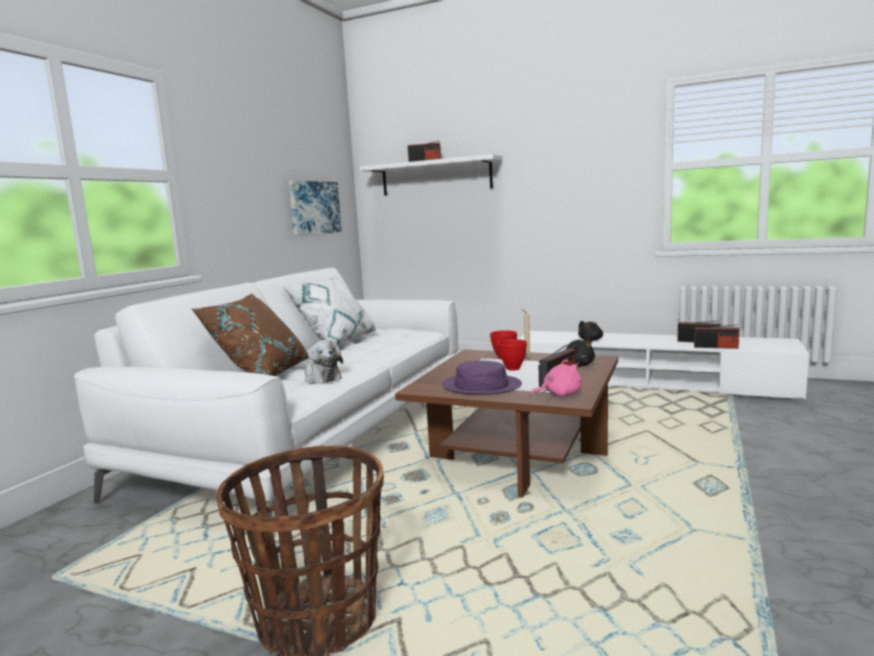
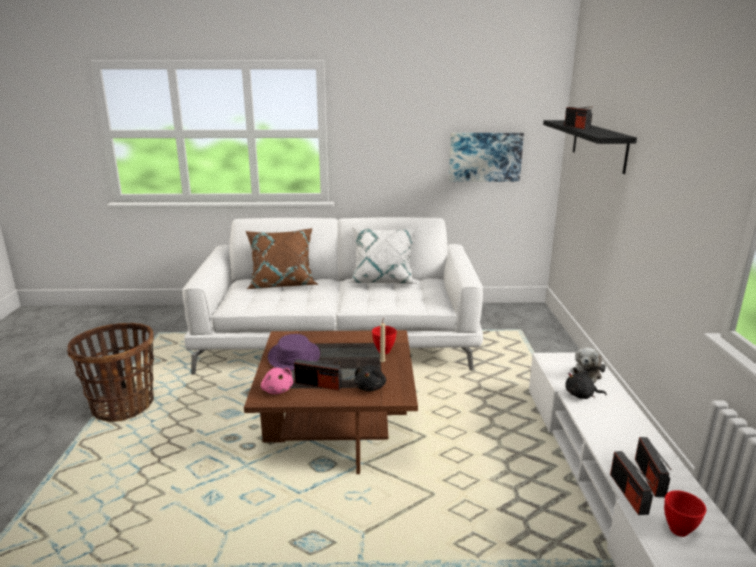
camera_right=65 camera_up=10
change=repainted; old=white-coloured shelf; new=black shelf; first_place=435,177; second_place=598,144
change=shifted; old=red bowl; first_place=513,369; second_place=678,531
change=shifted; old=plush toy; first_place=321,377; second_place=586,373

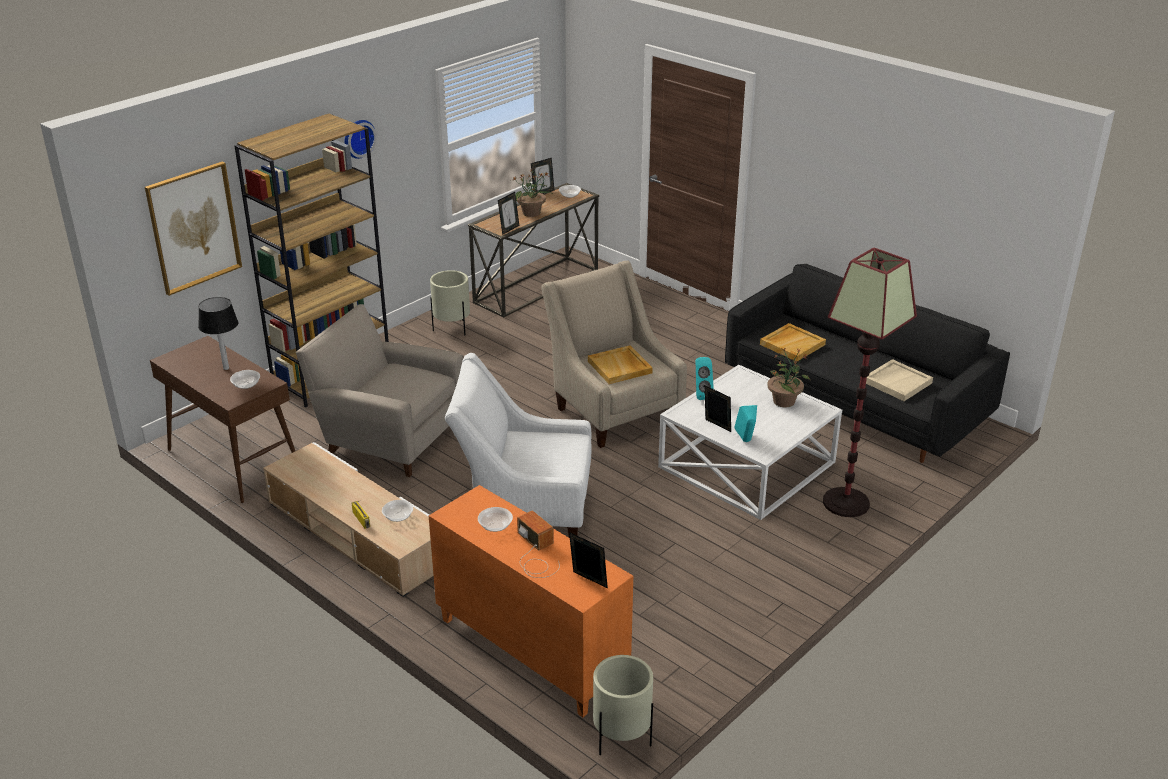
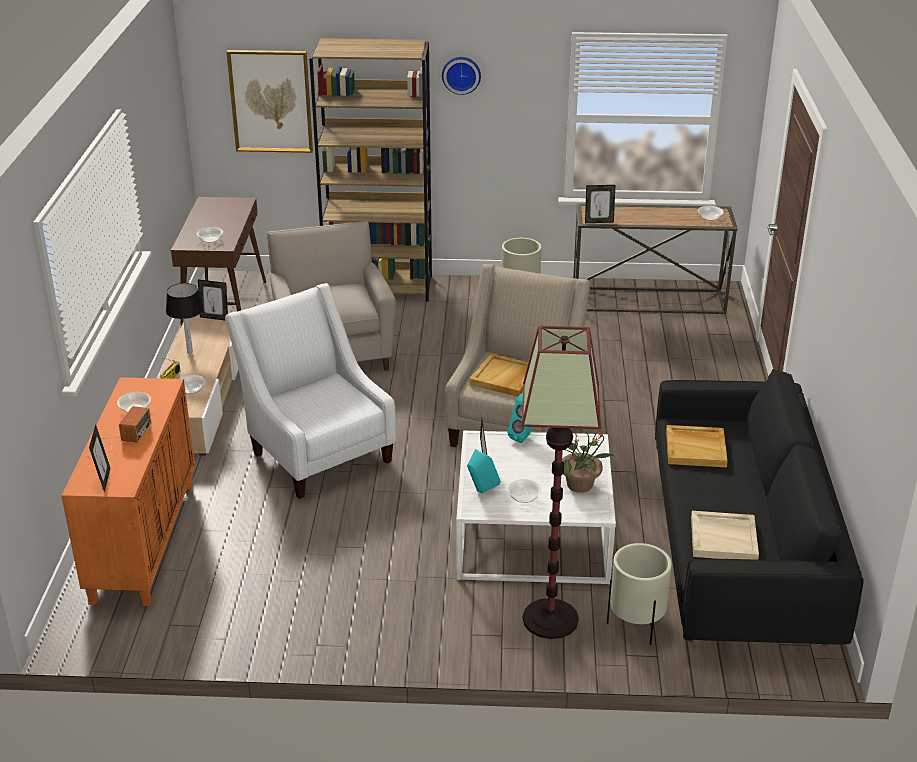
camera_right=50 camera_up=0
change=shifted; old=photo frame; first_place=543,192; second_place=215,317
change=gone; old=potted plant; first_place=532,213
change=shifted; old=tabletop lamp; first_place=225,368; second_place=189,352
change=shifted; old=sand-coloured planter; first_place=621,739; second_place=635,626
change=new; new=bowl; second_place=523,497

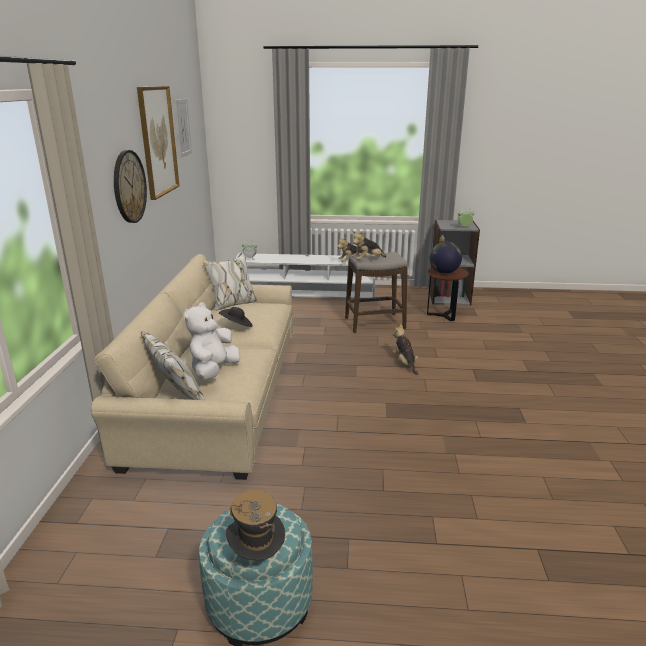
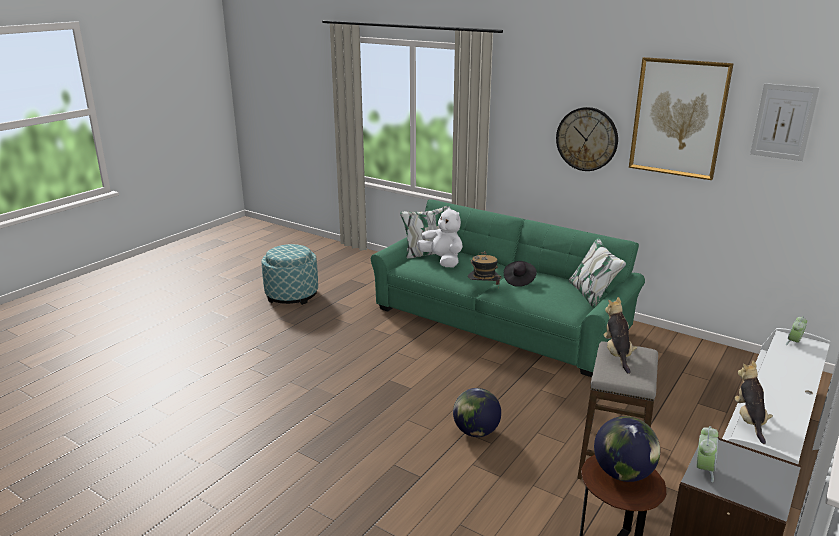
camera_right=120 camera_up=0
change=repainted; old=sand-coloured sofa; new=greenish sofa; first_place=219,393; second_place=500,320
change=swapped; old=plush toy; new=world globe; first_place=405,363; second_place=475,432
change=shifted; old=wearable hat; first_place=257,559; second_place=483,291

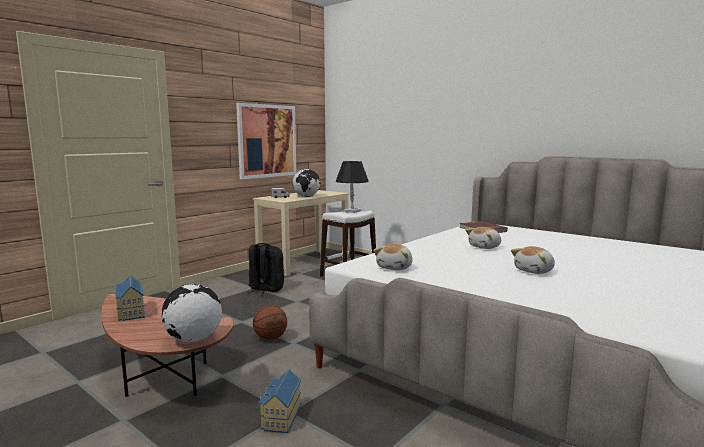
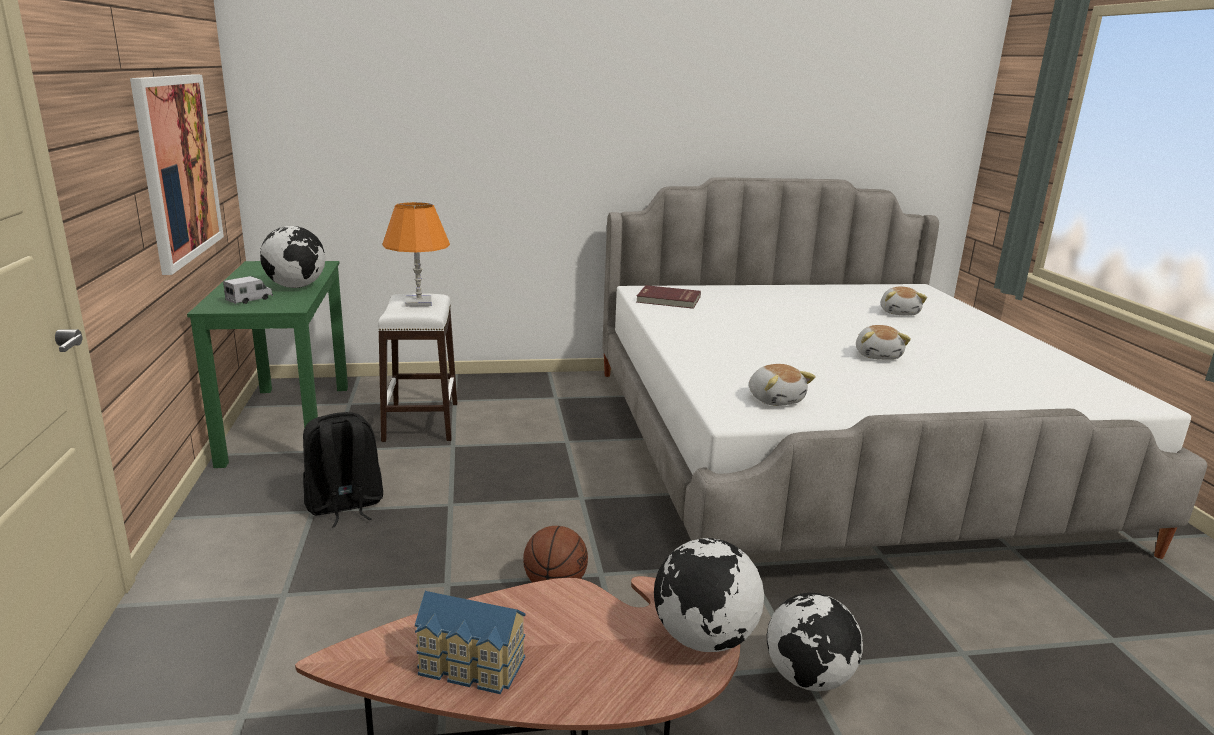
camera_right=-50 camera_up=10
change=repainted; old=black tabletop lamp; new=orangey tabletop lamp; first_place=352,211; second_place=419,302
change=repainted; old=sand-coloured desk; new=greenish desk; first_place=304,262; second_place=288,422
change=shifted; old=plush toy; first_place=485,247; second_place=899,313
change=swapped; old=toy house; new=world globe; first_place=280,417; second_place=808,679

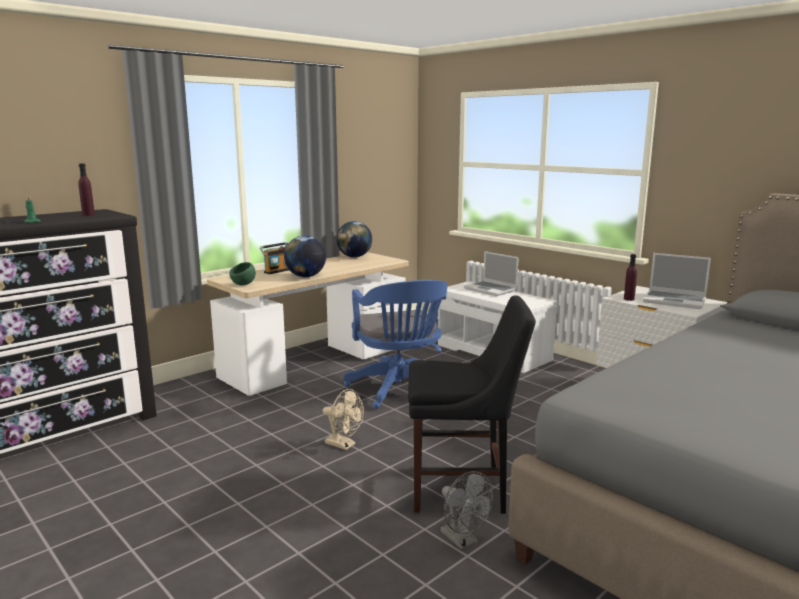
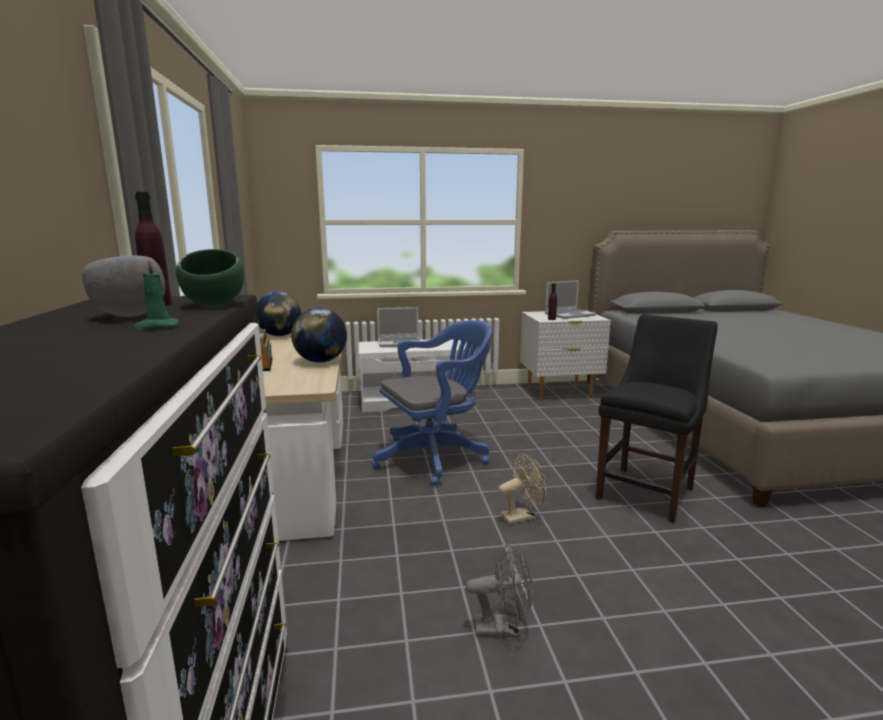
camera_right=-55 camera_up=0
change=shifted; old=greenish bowl; first_place=243,285; second_place=215,305
change=rotated; old=blue-coloured desk chair; first_place=399,390; second_place=435,456; degrees=-45
change=shifted; old=grey electric fan; first_place=463,541; second_place=503,628
change=new; new=grey bowl; second_place=130,316

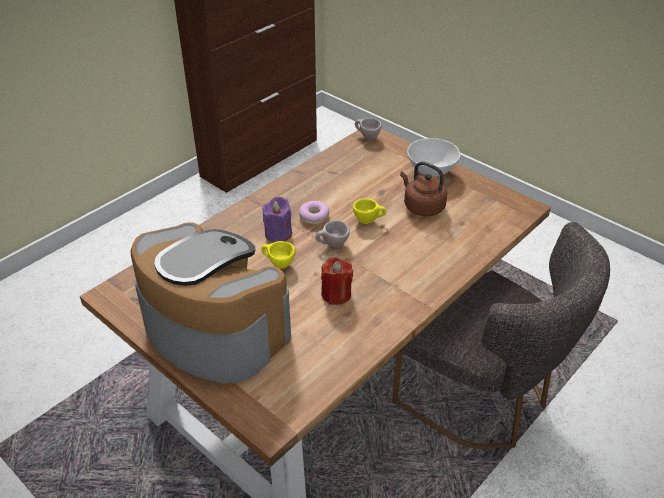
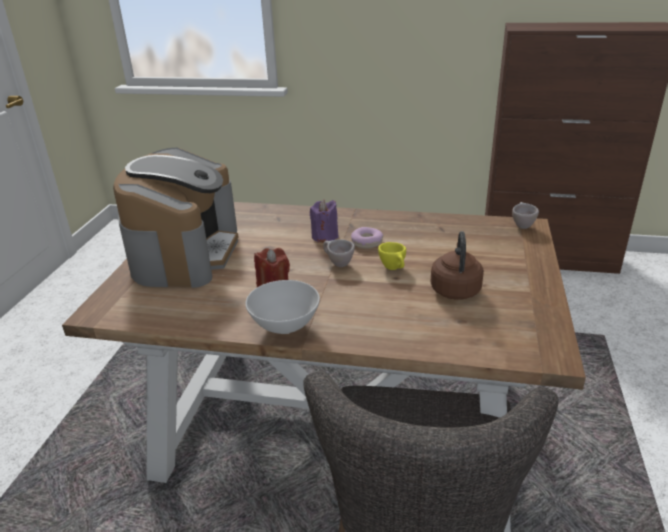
camera_right=60 camera_up=-10
change=shifted; old=white-coloured bowl; first_place=431,172; second_place=285,327
change=gone; old=yellowish small cup; first_place=278,264

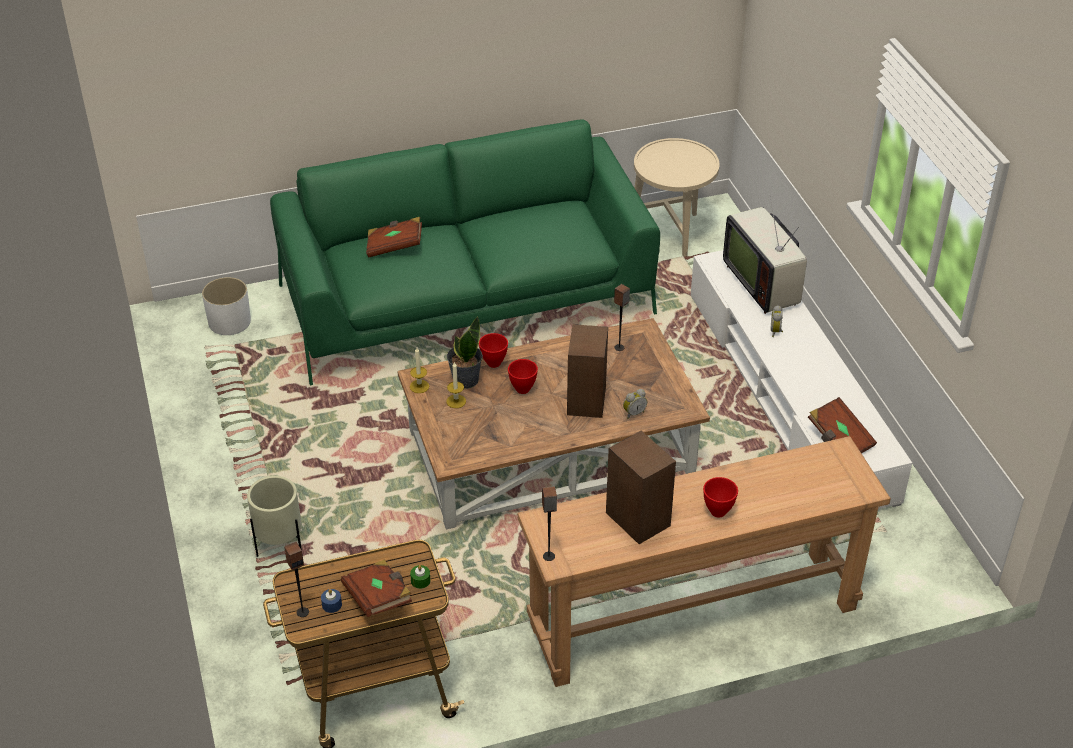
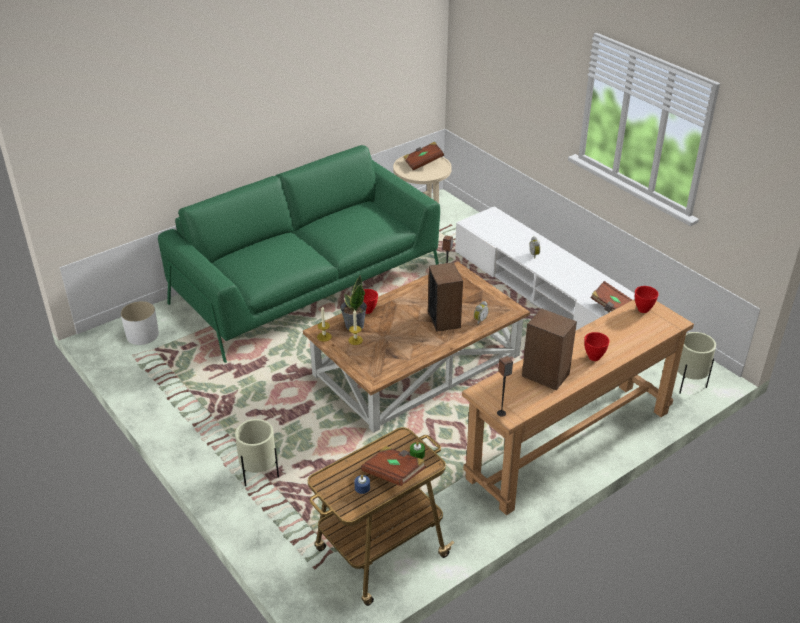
camera_right=-20 camera_up=-5
change=gone; old=TV; first_place=764,283
change=shifted; old=brown book; first_place=394,246; second_place=423,163
change=shifted; old=red bowl; first_place=523,389; second_place=643,309
change=gone; old=loudspeaker; first_place=302,612
change=new; new=sand-coloured planter; second_place=688,385

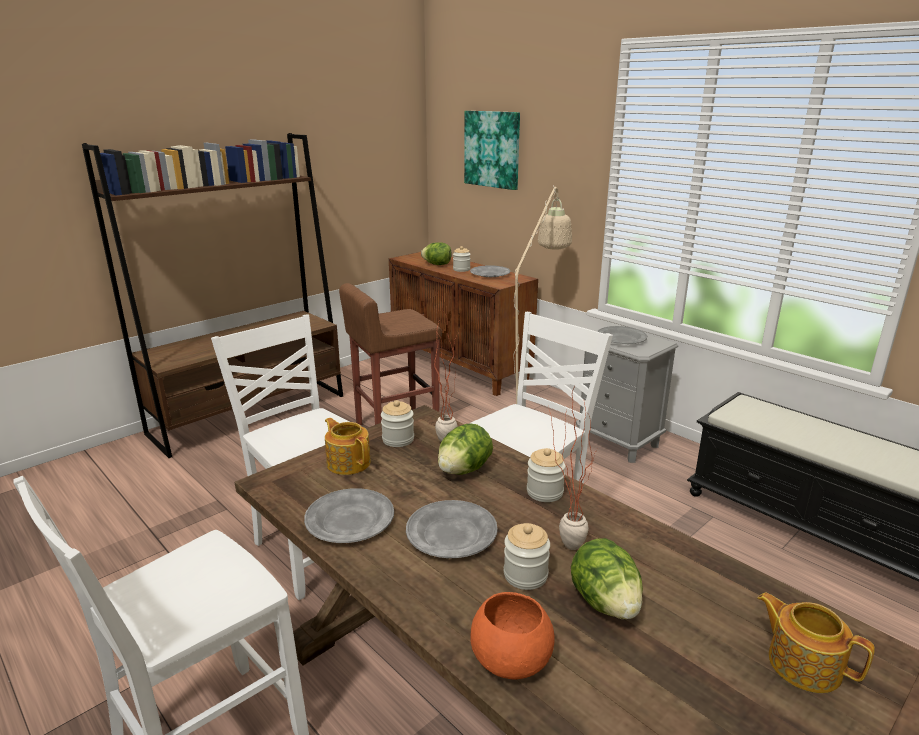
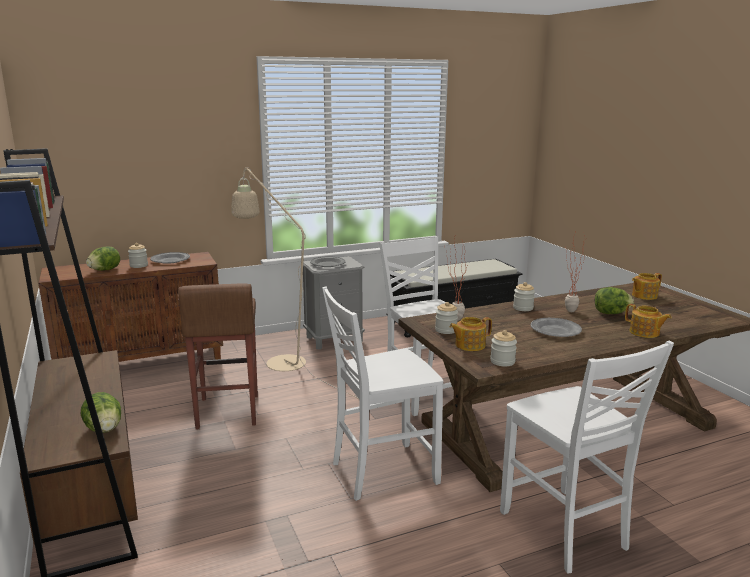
camera_right=-70 camera_up=-5
change=gone; old=picture; first_place=492,149
change=shifted; old=lettuce; first_place=464,470; second_place=104,429
change=gone; old=grey dinner plate; first_place=349,520
change=shifted; old=storage jar; first_place=525,575; second_place=502,361
change=swapped; old=orangey bowl; new=teapot; first_place=509,658; second_place=644,333

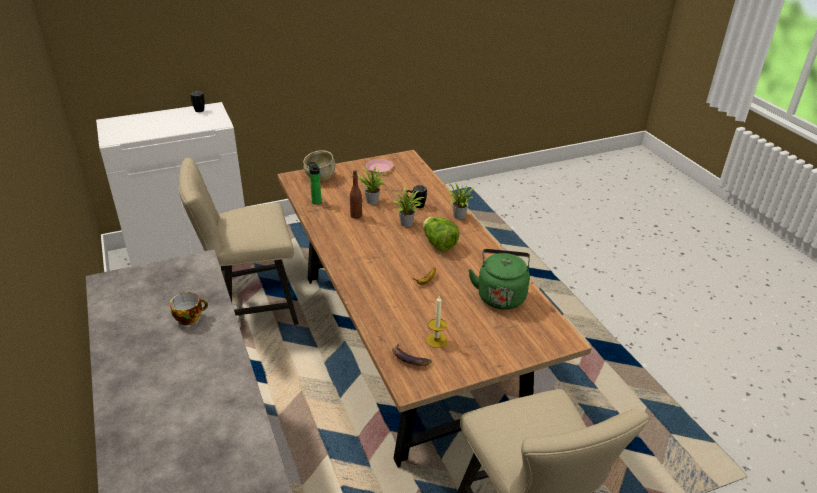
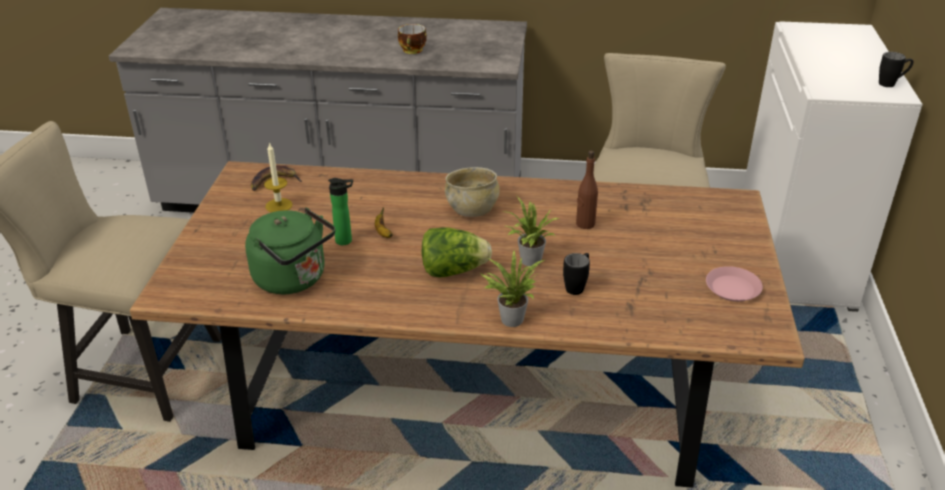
camera_right=120 camera_up=0
change=shifted; old=sand-coloured bowl; first_place=320,177; second_place=472,209
change=shifted; old=beverage bottle; first_place=316,201; second_place=346,241
change=gone; old=potted plant; first_place=371,200

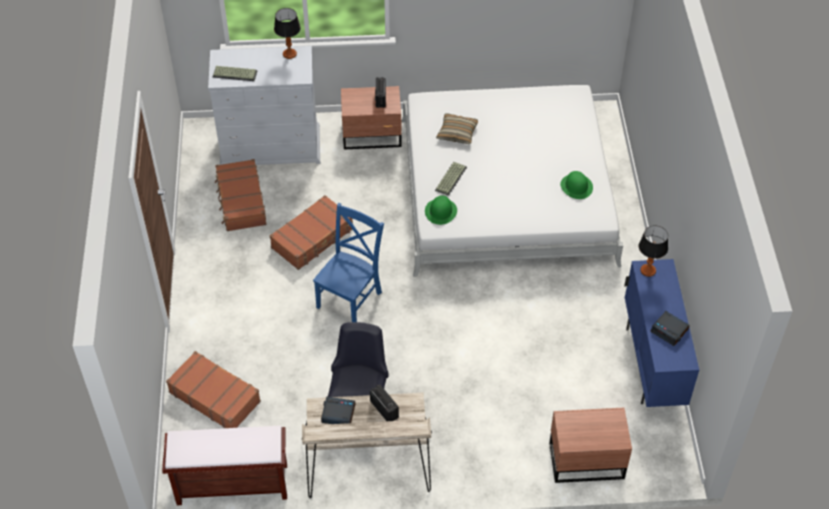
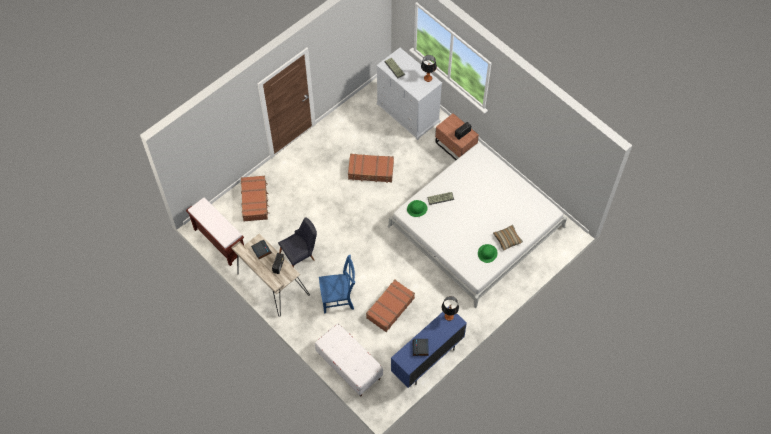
camera_right=50 camera_up=10
change=shifted; old=cushion; first_place=457,133; second_place=507,239
change=shifted; old=brown travel case; first_place=241,201; second_place=390,308
change=shifted; old=blue-coloured upright chair; first_place=351,298; second_place=339,298
change=swapped; old=brown night table; new=white-coloured long seat; first_place=585,459; second_place=349,366

